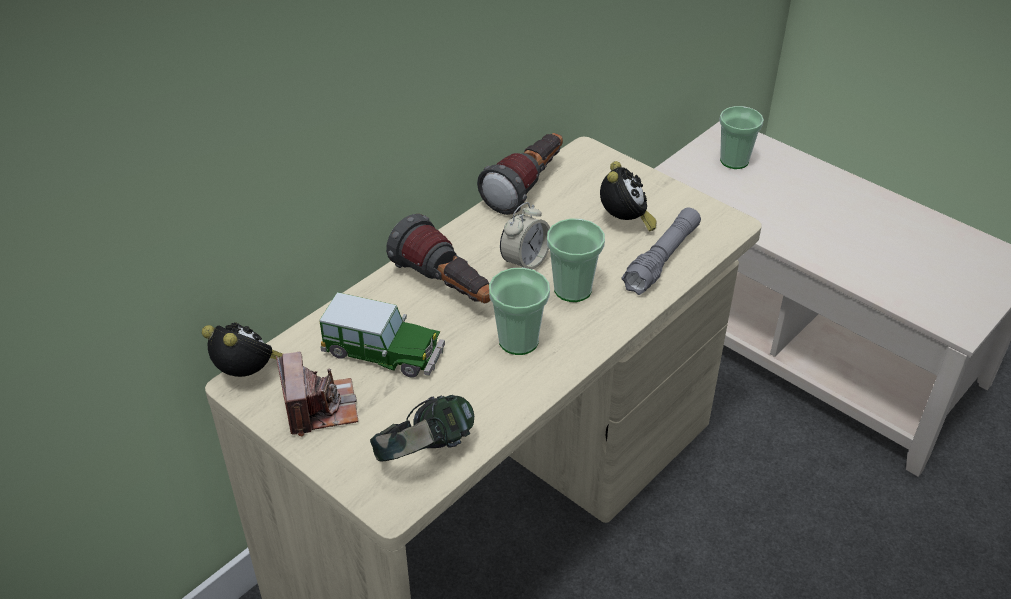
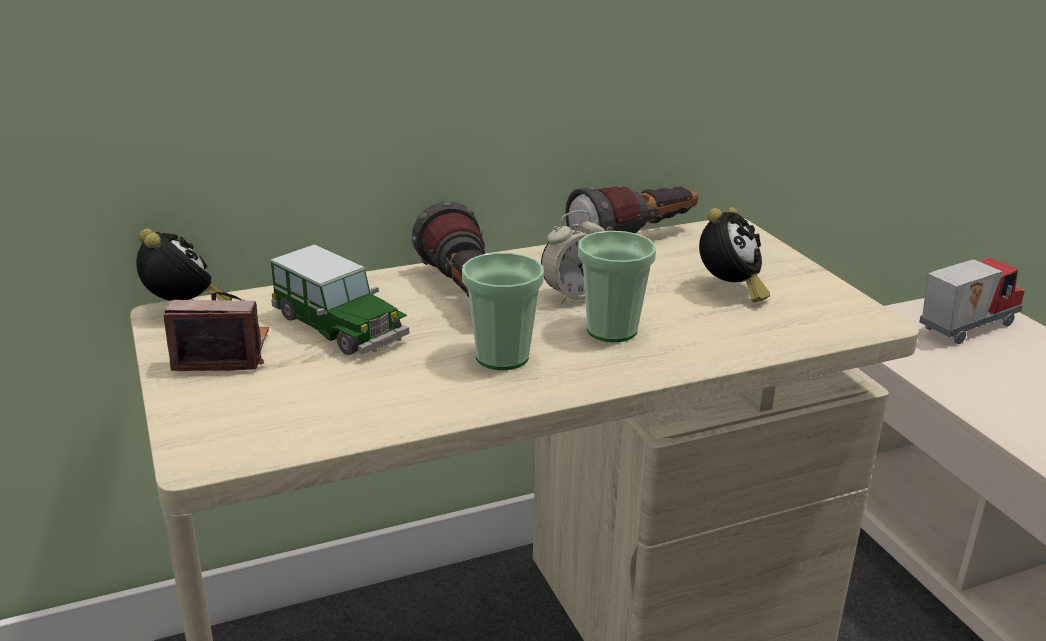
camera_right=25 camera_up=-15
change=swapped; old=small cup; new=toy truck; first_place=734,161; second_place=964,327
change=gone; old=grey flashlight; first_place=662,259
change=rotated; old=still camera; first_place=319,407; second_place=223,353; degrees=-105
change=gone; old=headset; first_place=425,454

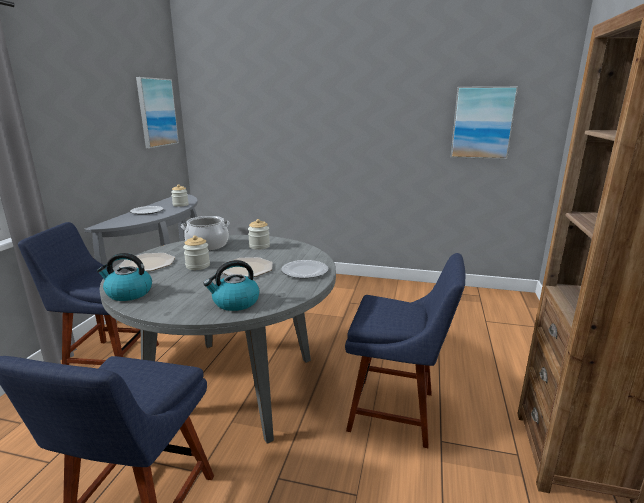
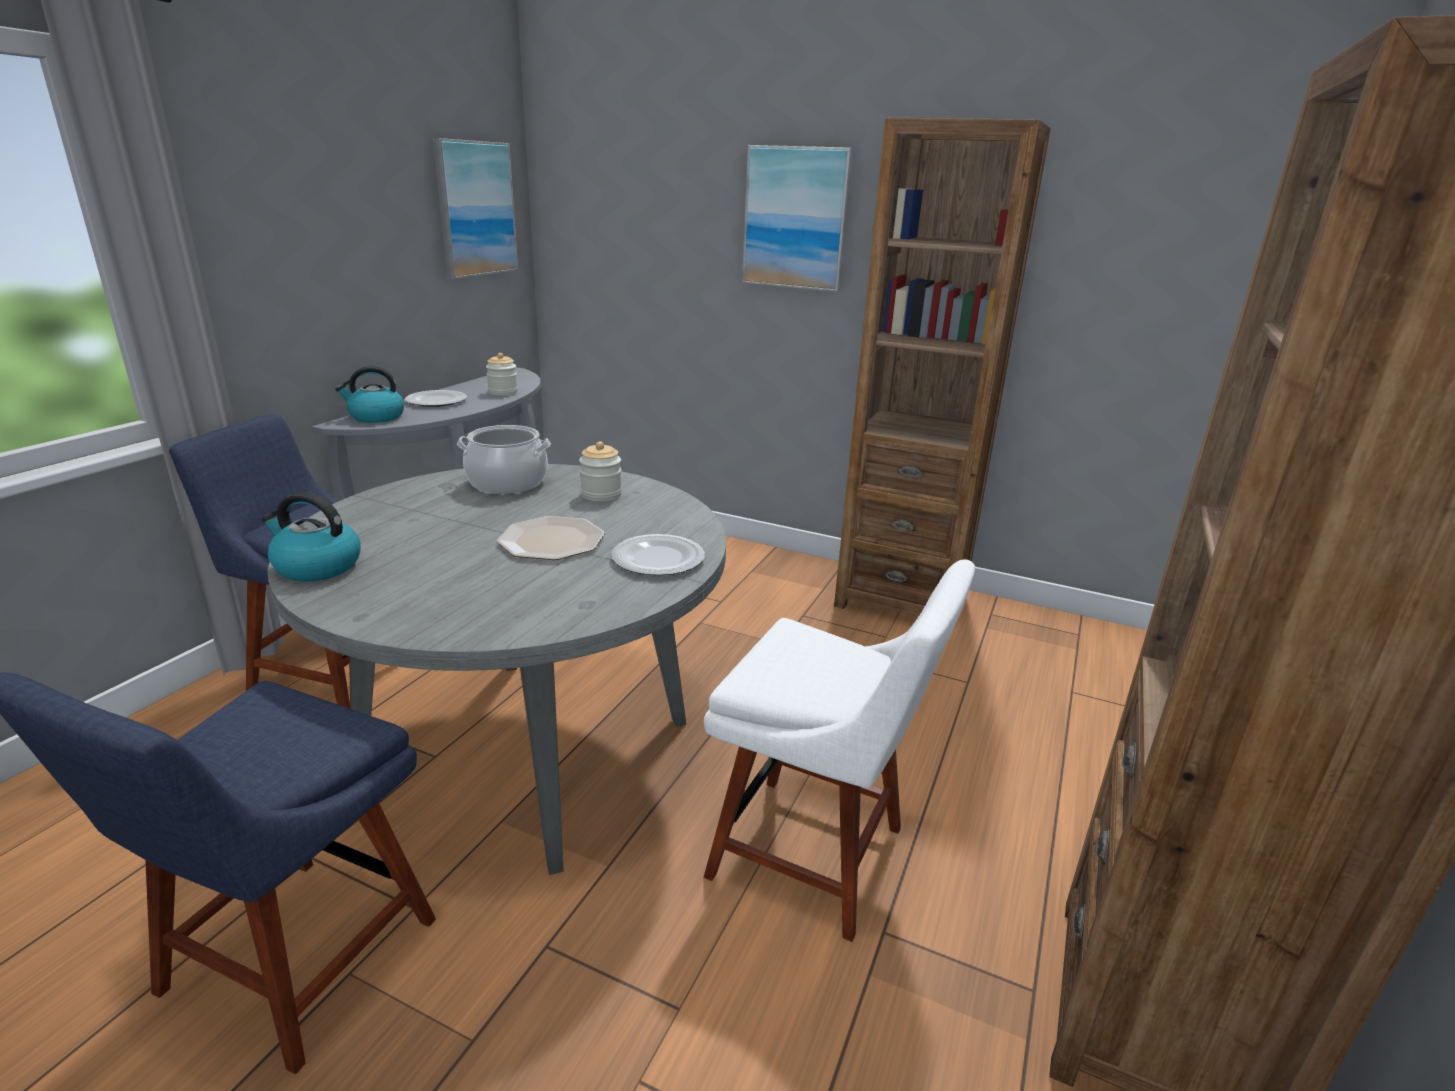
camera_right=10 camera_up=5
change=shifted; old=picture; first_place=482,123; second_place=796,218
change=gone; old=storage jar; first_place=198,266
change=gone; old=dinner plate; first_place=147,263
change=repainted; old=blue-coloured upright chair; new=white-coloured upright chair; first_place=397,412; second_place=817,856
change=shifted; old=kettle; first_place=235,302; second_place=376,417
change=new; new=brown bookcase; second_place=901,599

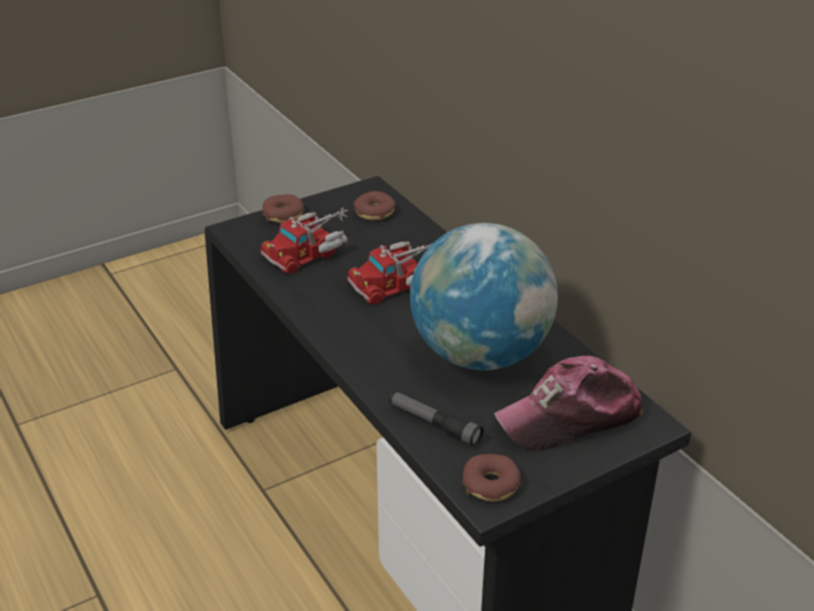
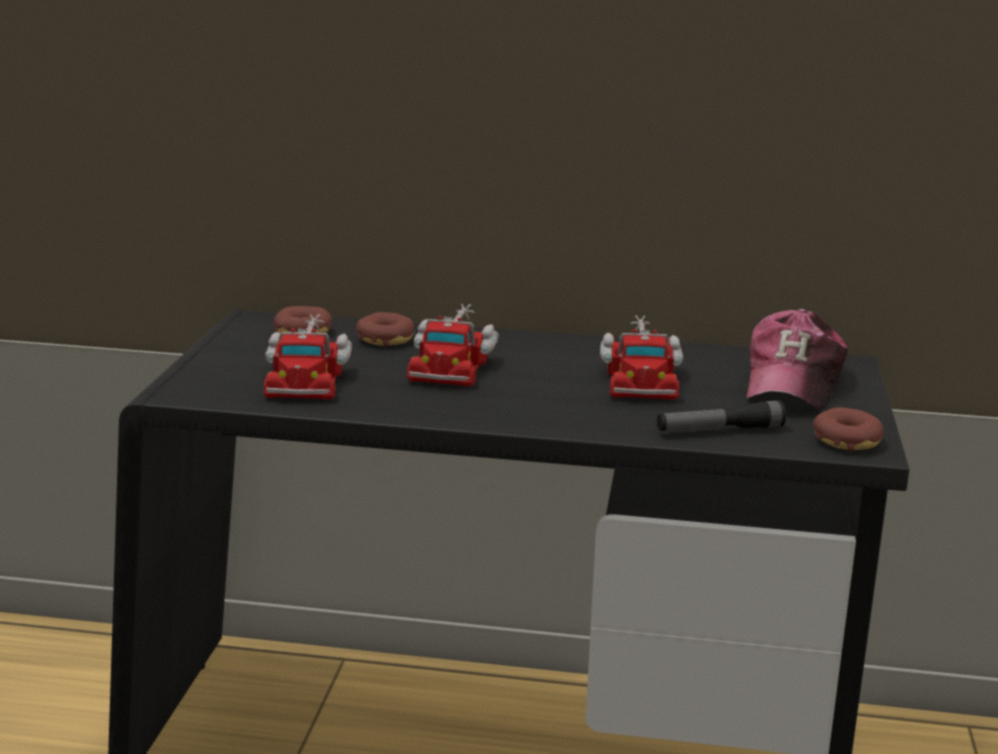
camera_right=-50 camera_up=-15
change=shifted; old=donut; first_place=283,215; second_place=385,339
change=swapped; old=world globe; new=toy truck; first_place=480,354; second_place=640,377

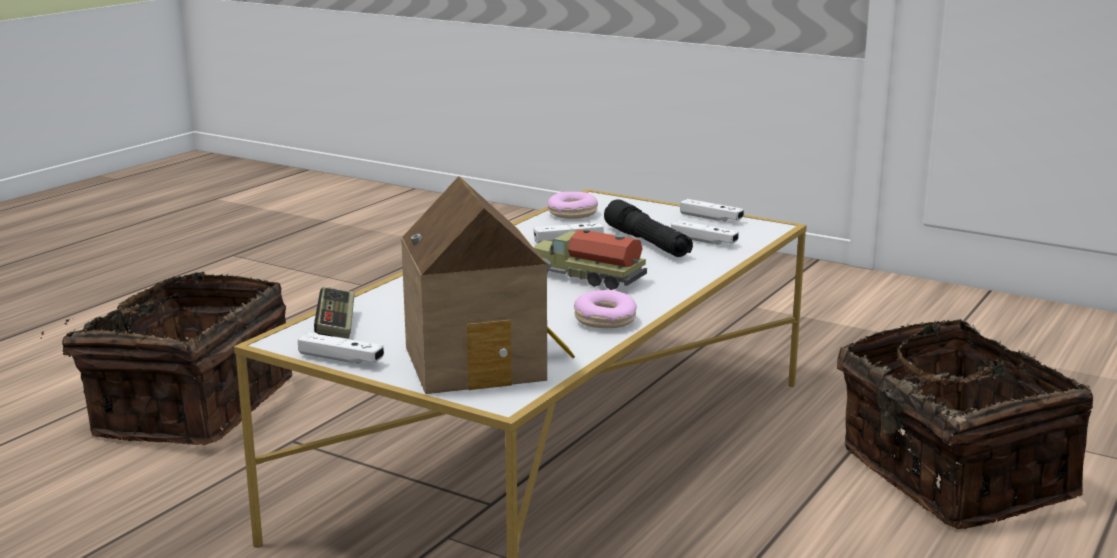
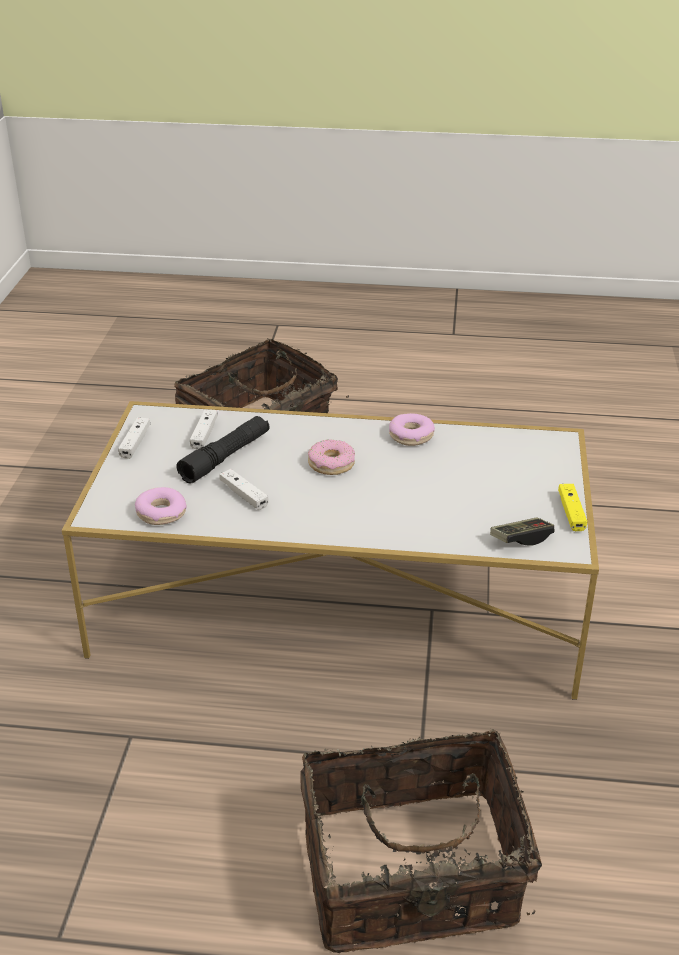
camera_right=-115 camera_up=15
change=gone; old=toy house; first_place=482,362
change=swapped; old=toy truck; new=donut; first_place=586,277; second_place=331,464
change=repainted; old=white-coloured game controller; new=yellowish game controller; first_place=341,359; second_place=571,513

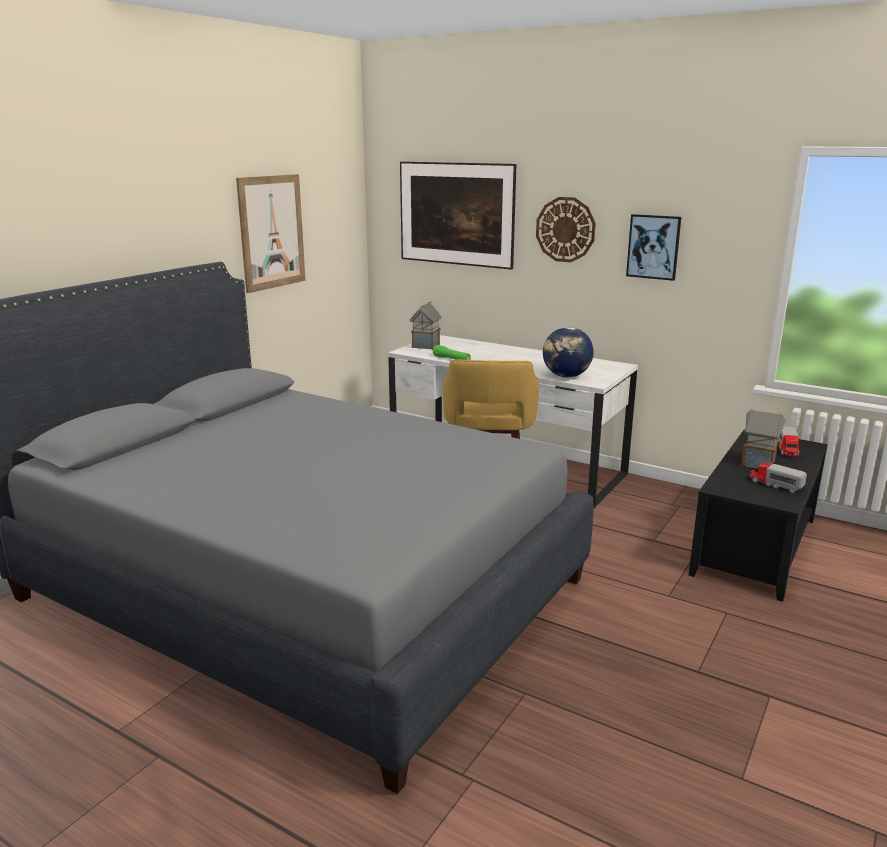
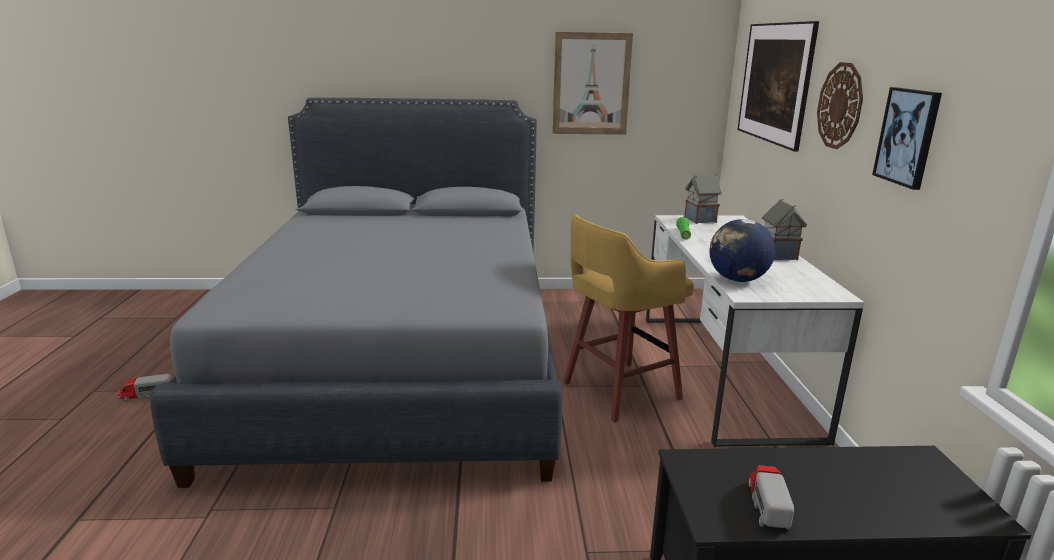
camera_right=55 camera_up=0
change=shifted; old=toy house; first_place=759,464; second_place=778,256
change=shifted; old=toy truck; first_place=787,449; second_place=146,395

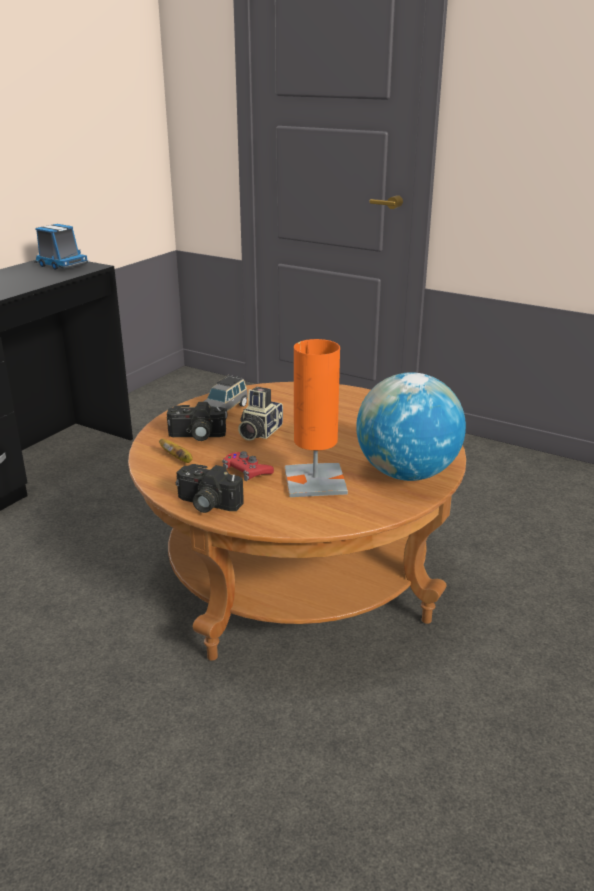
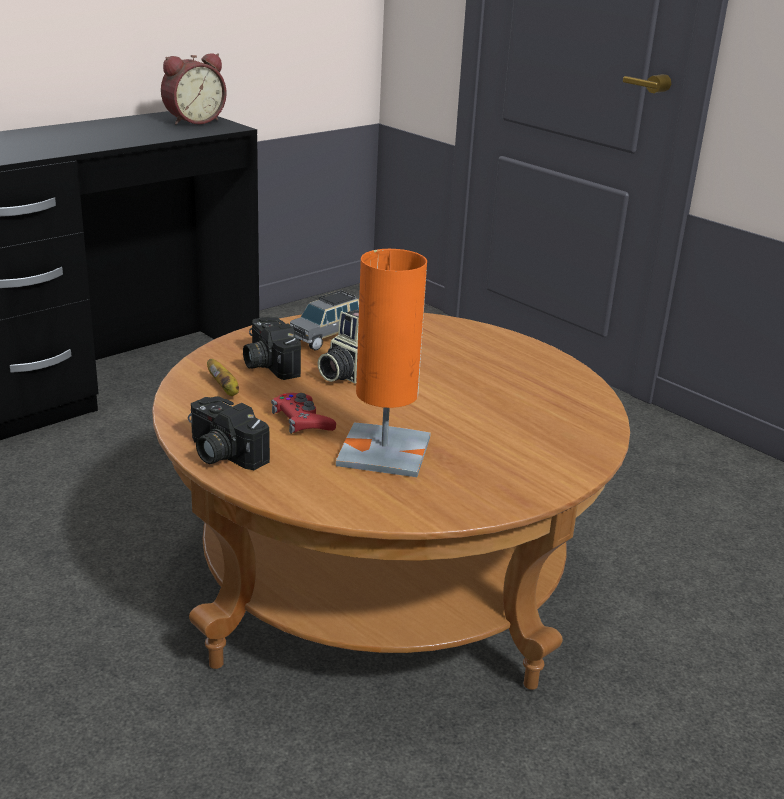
camera_right=15 camera_up=0
change=swapped; old=toy truck; new=alarm clock; first_place=61,265; second_place=193,121
change=gone; old=world globe; first_place=406,473
change=rotated; old=still camera; first_place=196,436; second_place=267,364; degrees=45

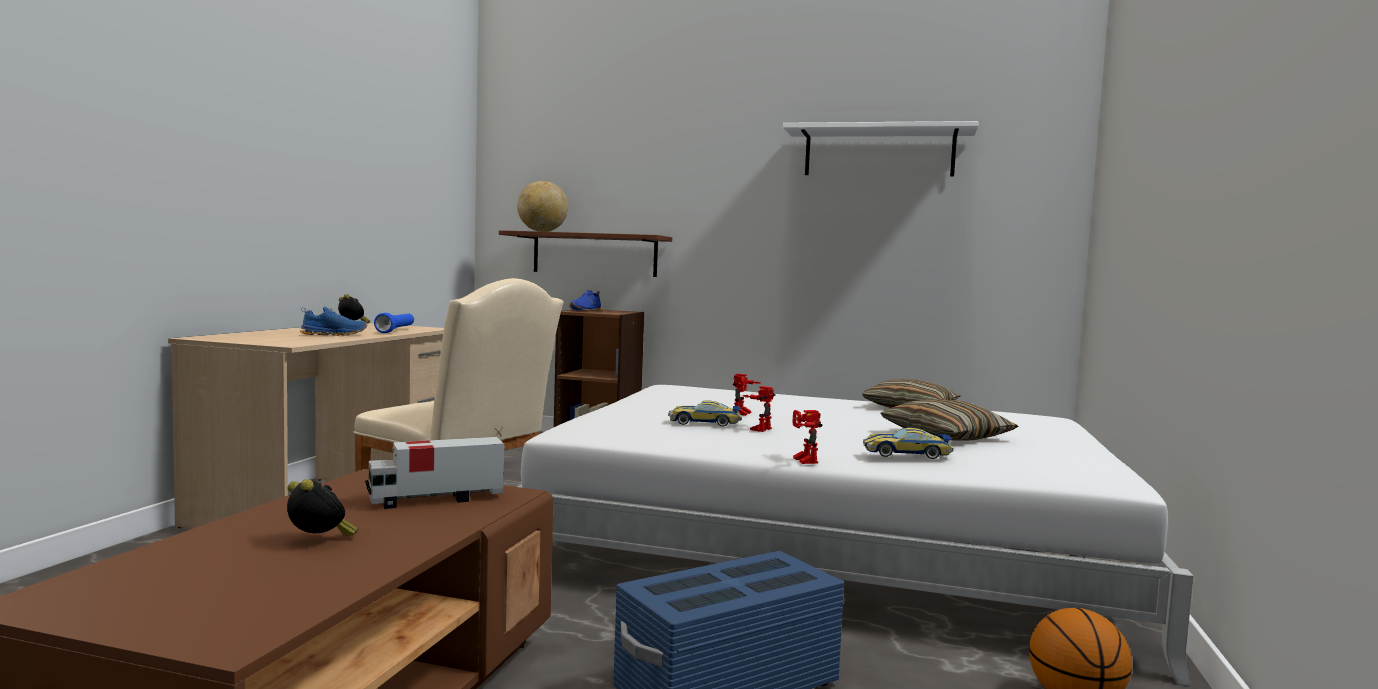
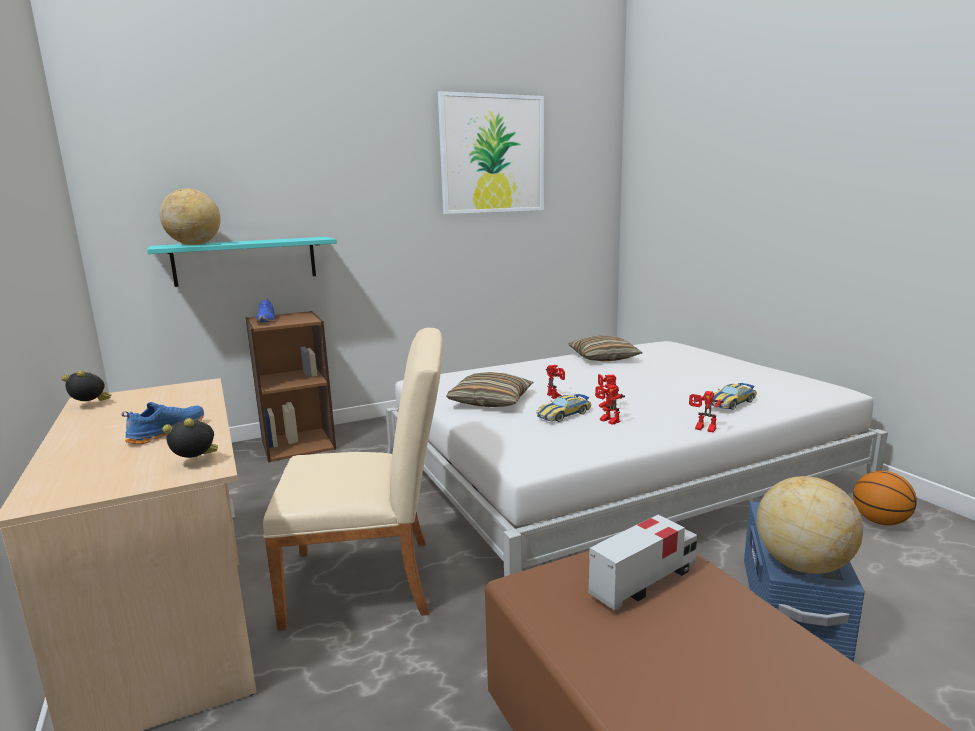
camera_right=-40 camera_up=10
change=swapped; old=white-coloured shelf; new=picture; first_place=879,153; second_place=492,154
change=repainted; old=brown shelf; new=blue-green shelf; first_place=594,254; second_place=245,261
change=gone; old=blue-coloured flashlight; first_place=396,331
change=shifted; old=cushion; first_place=946,436; second_place=491,401
change=rotated; old=toy truck; first_place=435,499; second_place=644,582; degrees=-150
change=shifted; old=alarm clock; first_place=320,541; second_place=196,462
change=new; new=model robot; second_place=607,421
change=new; new=world globe; second_place=802,565

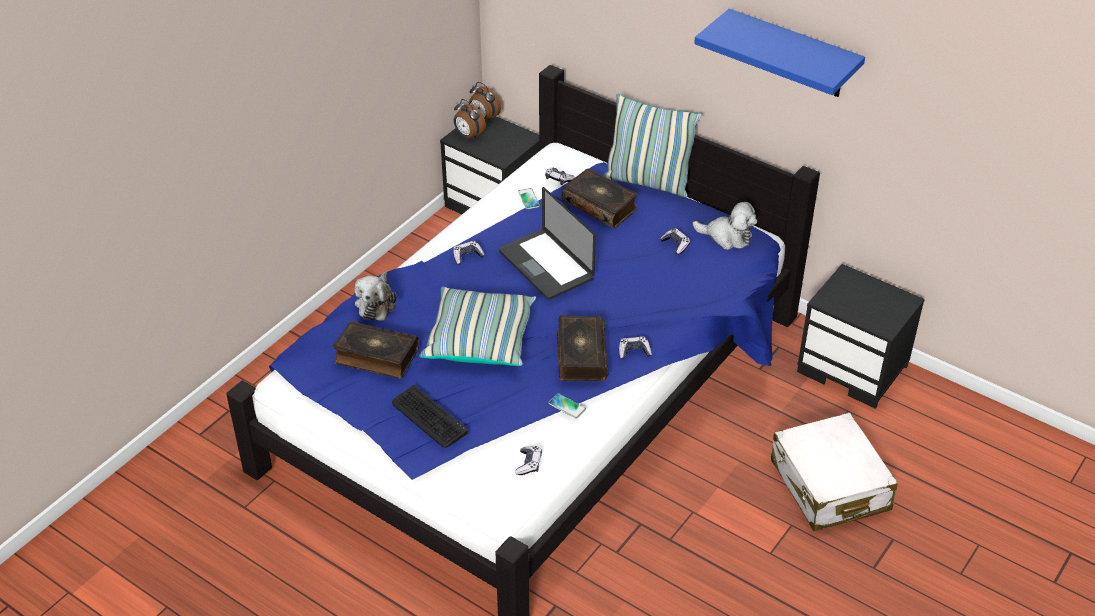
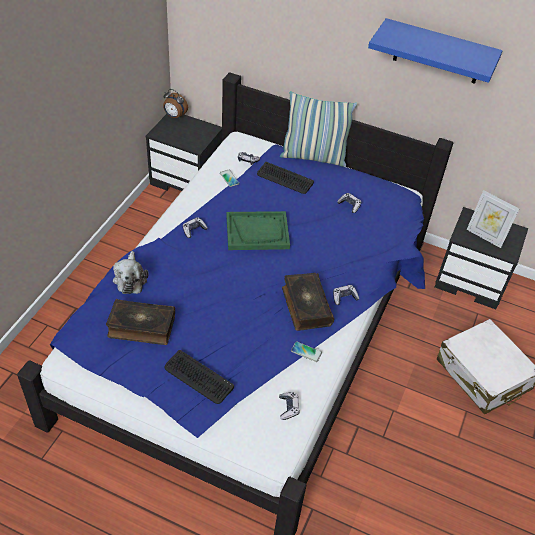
camera_right=-15 camera_up=5
change=gone; old=alarm clock; first_place=468,136
change=swapped; old=book; new=computer keyboard; first_place=600,205; second_place=284,179
change=swapped; old=laptop; new=greenish serving tray; first_place=546,265; second_place=257,232
change=gone; old=plush toy; first_place=727,236
change=gone; old=cushion; first_place=479,339
change=new; new=photo frame; second_place=485,236

